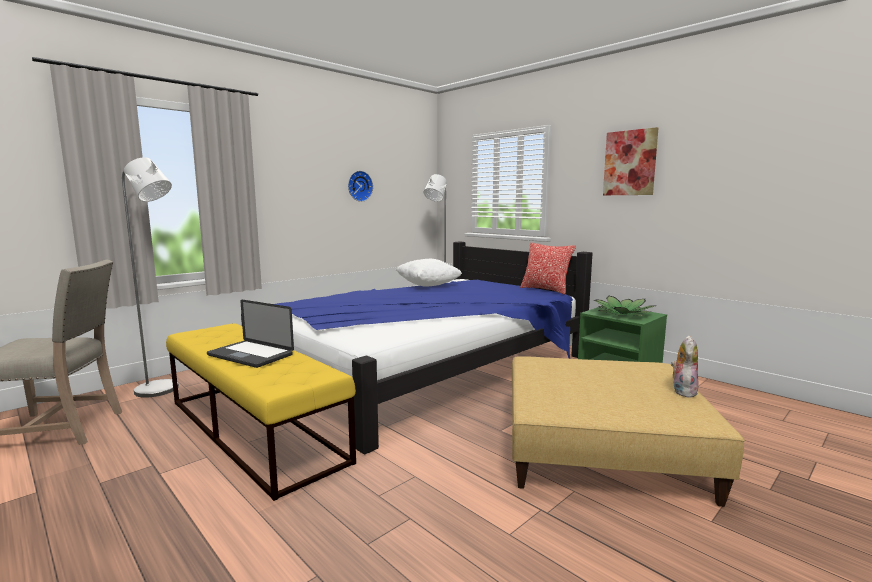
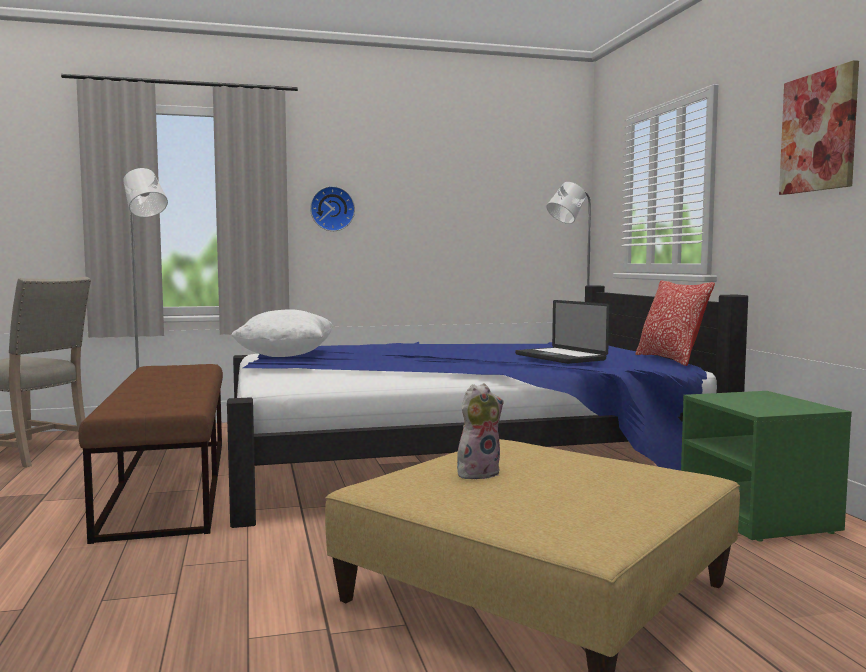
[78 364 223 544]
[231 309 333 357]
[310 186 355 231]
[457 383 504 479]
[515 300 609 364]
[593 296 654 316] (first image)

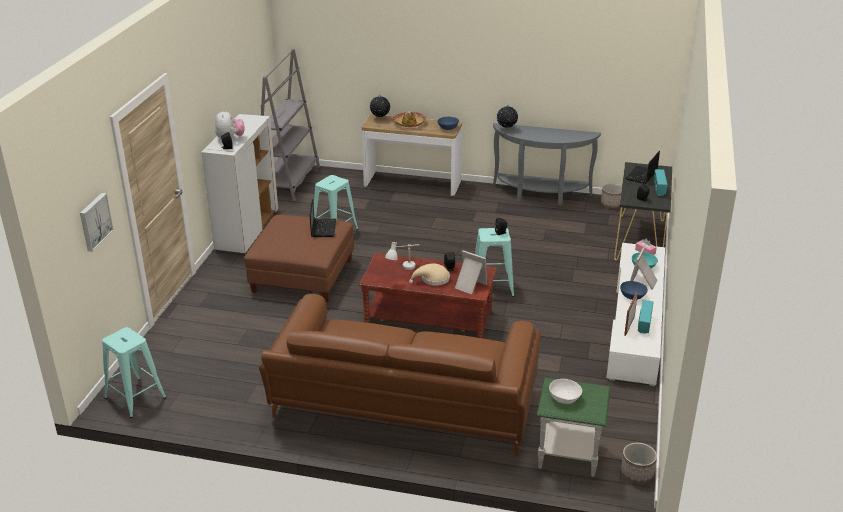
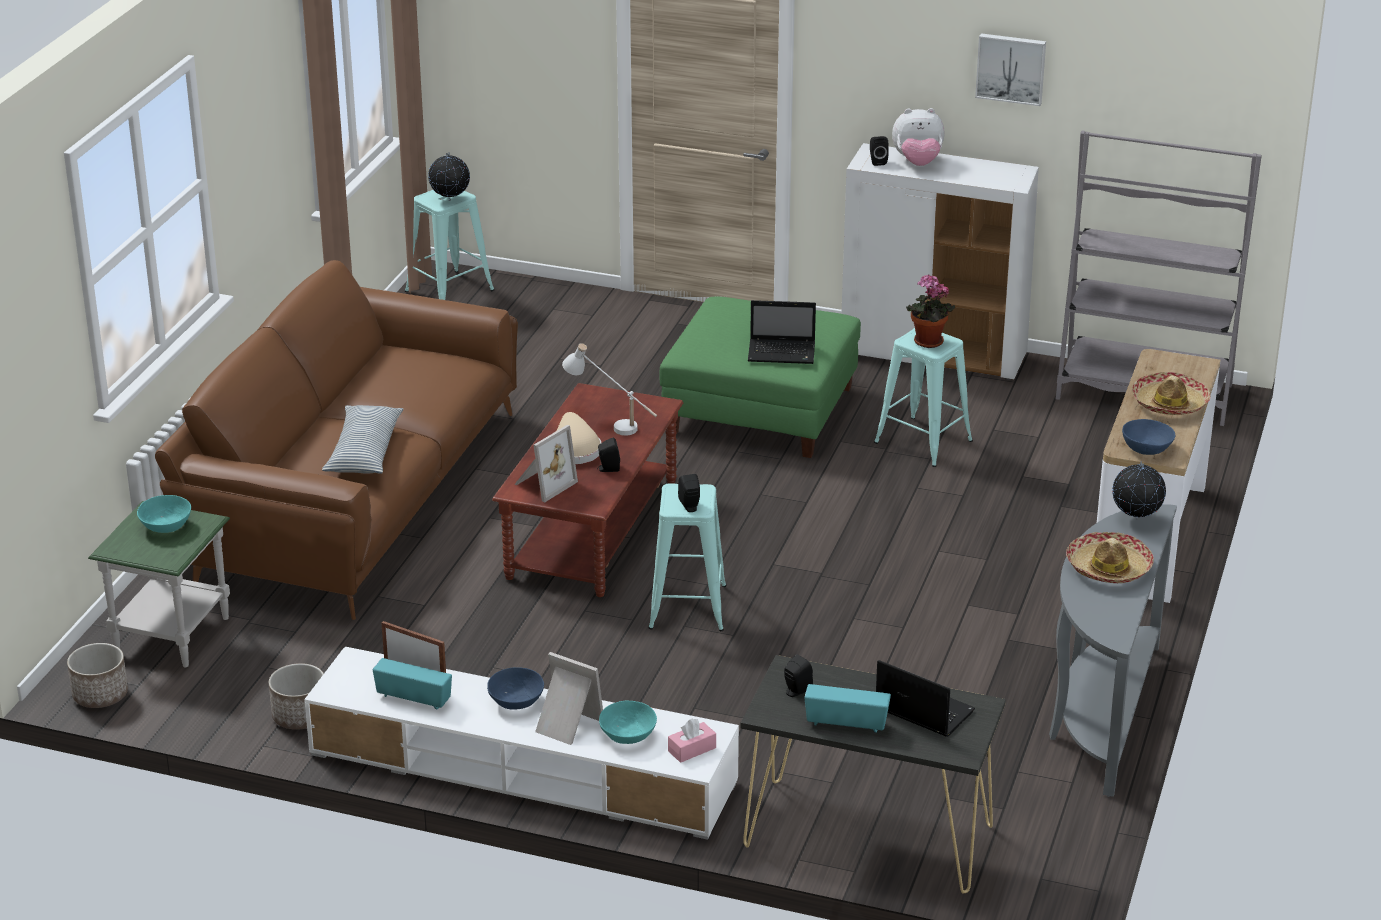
[137 495 191 533]
[269 663 324 730]
[322 405 404 474]
[428 152 470 201]
[659 296 861 458]
[906 275 955 348]
[975 33 1046 106]
[1066 532 1154 583]

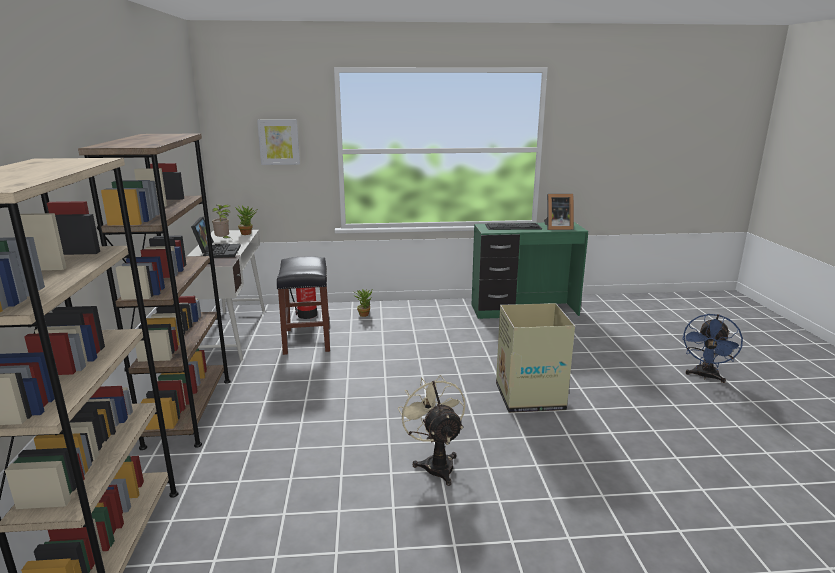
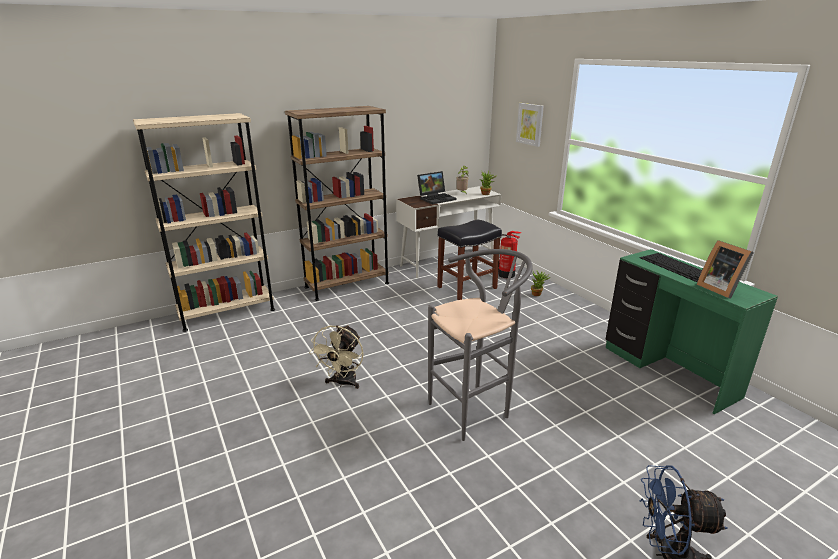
[309 325 364 389]
[428 249 533 441]

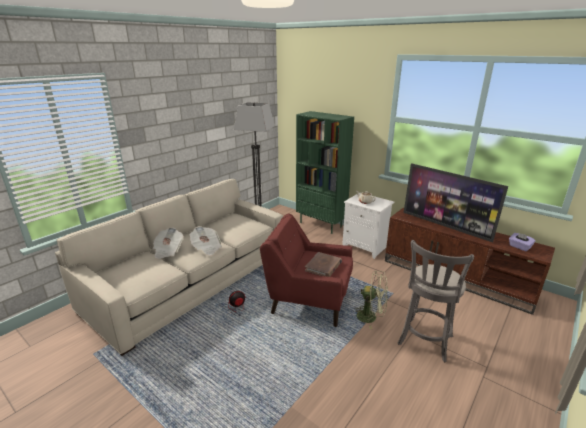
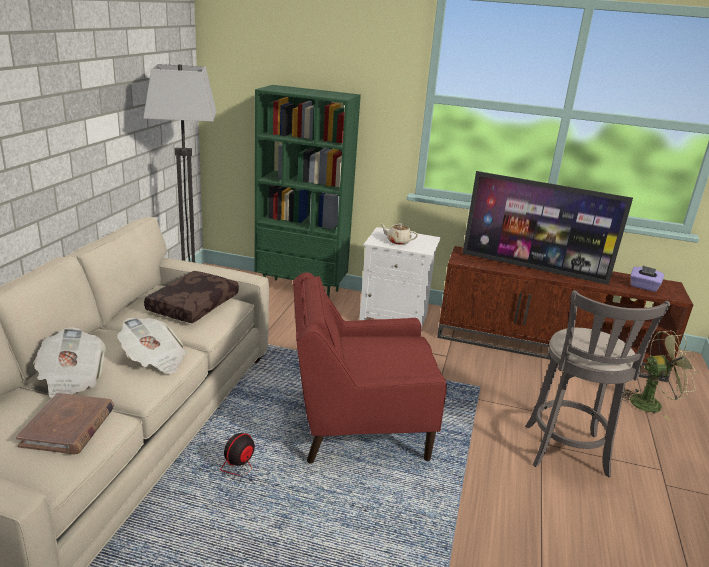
[16 393 114 454]
[144 271 239 323]
[623 331 699 420]

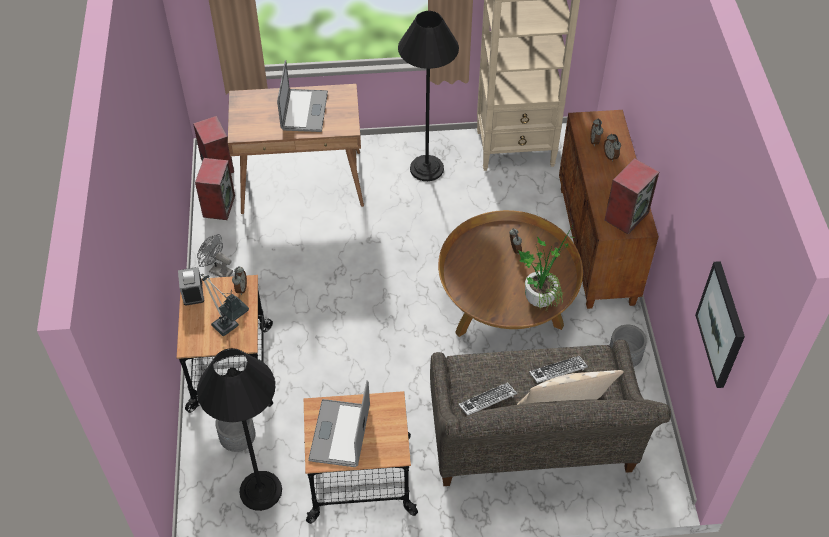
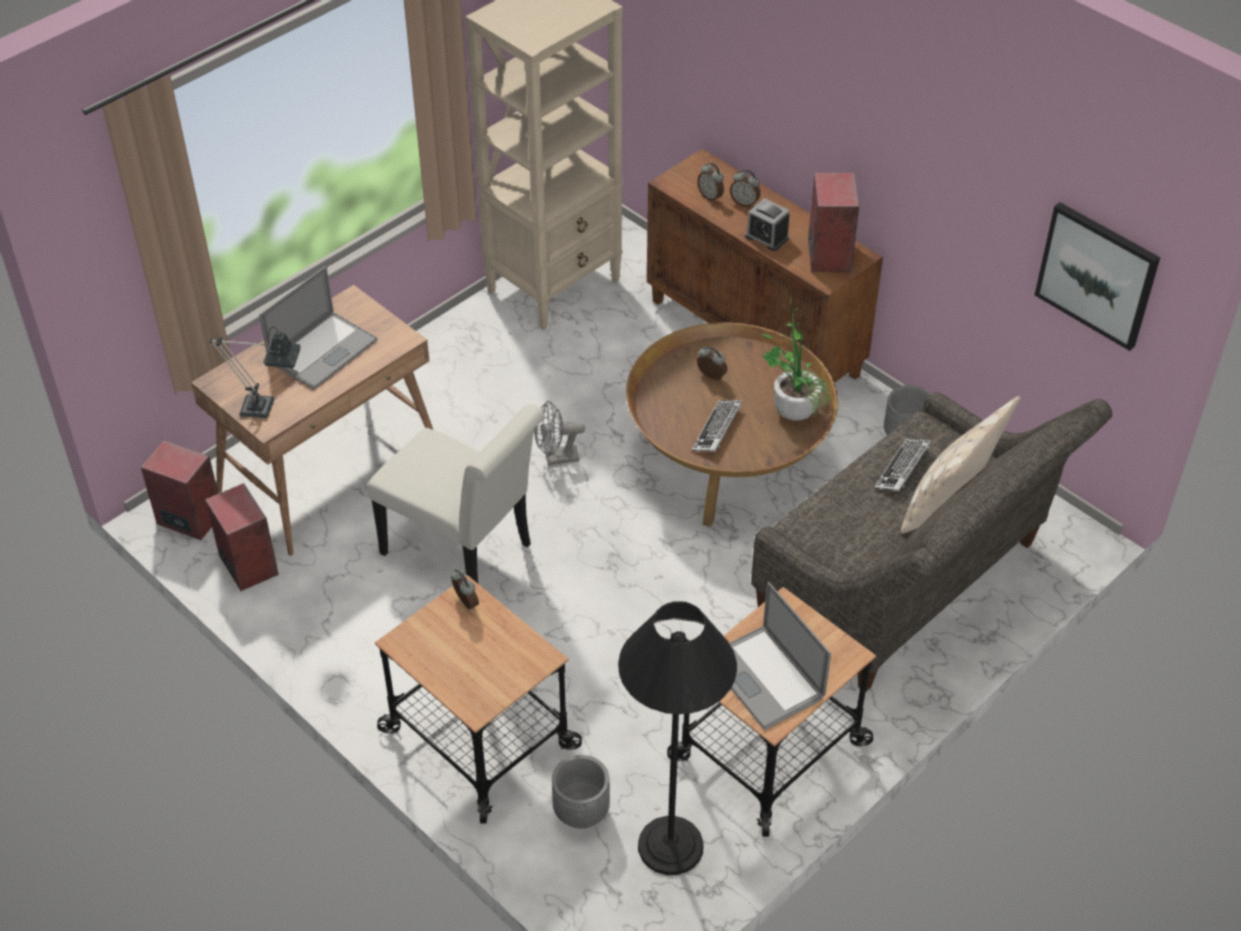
[210 327 301 418]
[259 266 378 389]
[367 404 545 583]
[534 401 585 465]
[692 400 742 451]
[745 198 790 251]
[398 11 459 181] (first image)

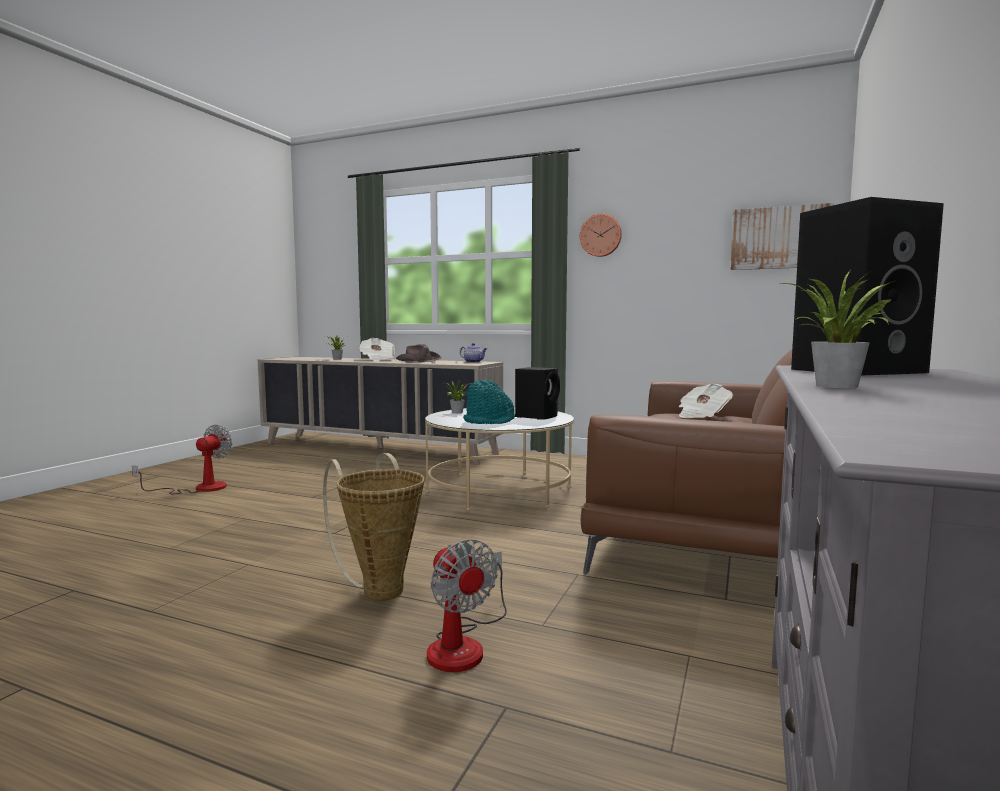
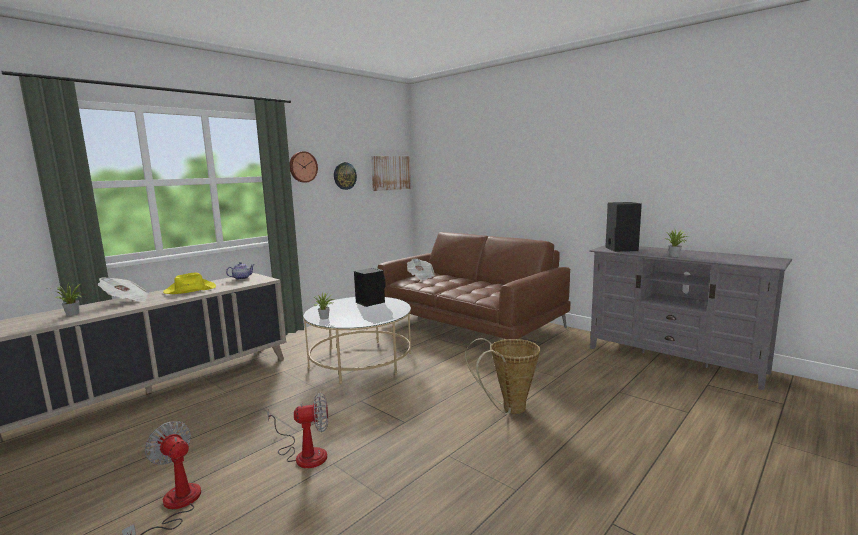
[163 272 216 294]
[267 392 328 468]
[334 162 357 190]
[463 380 515 424] (first image)

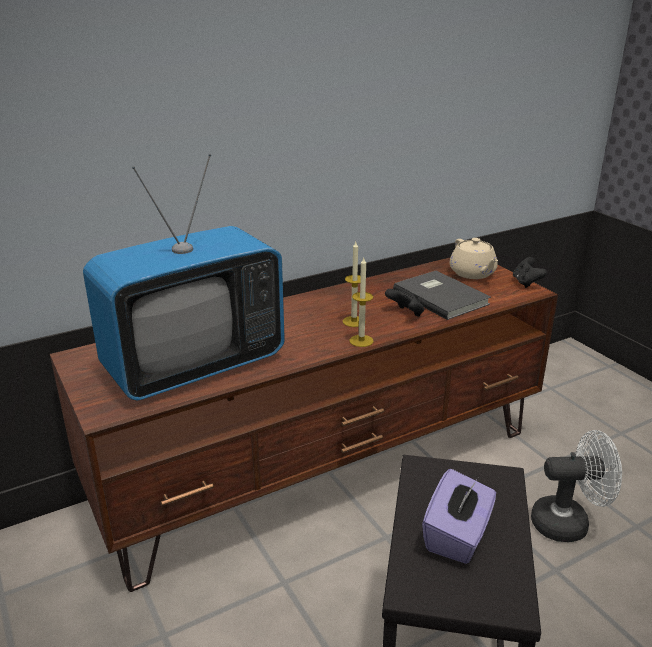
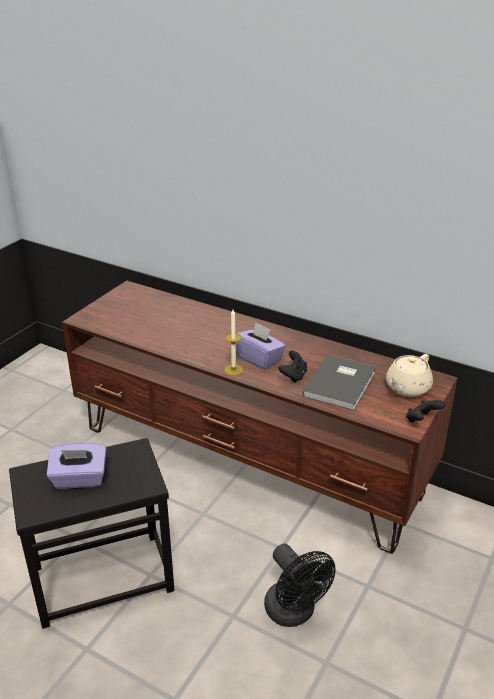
[236 322 286 370]
[264 543 336 627]
[83 154 285 401] (first image)

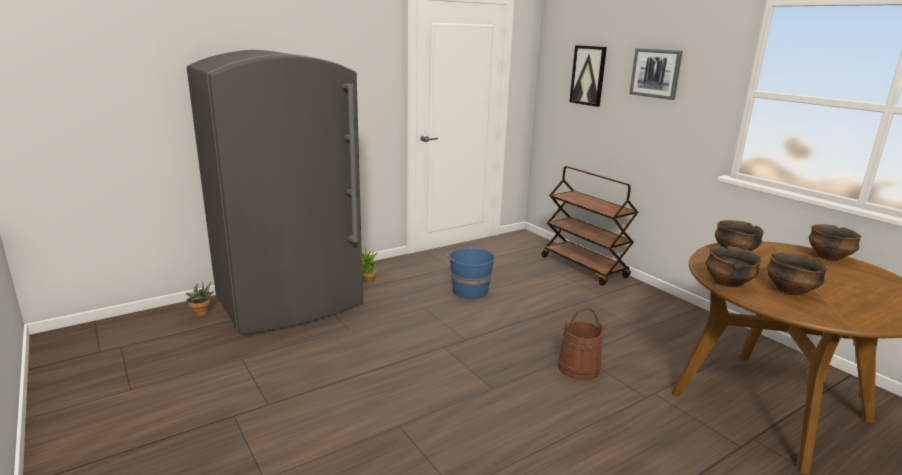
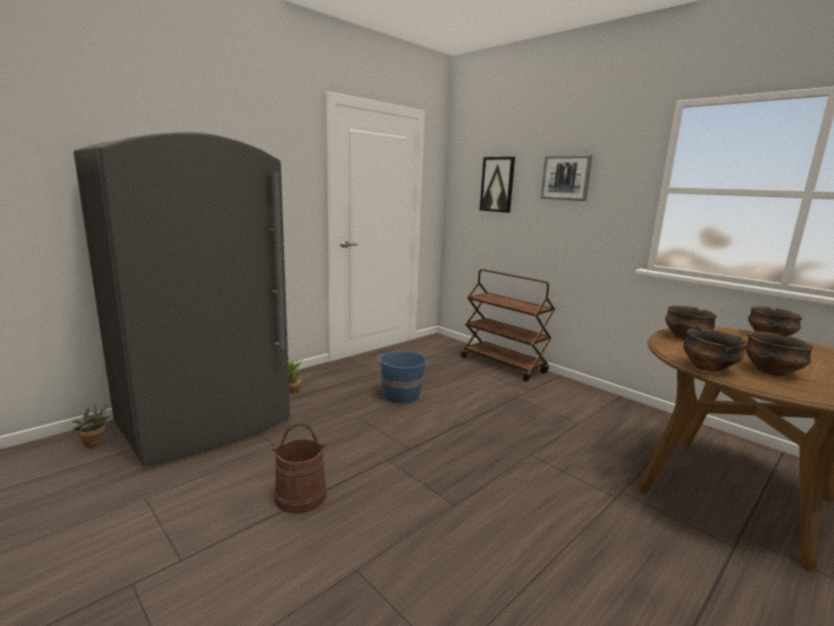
[271 423 327 514]

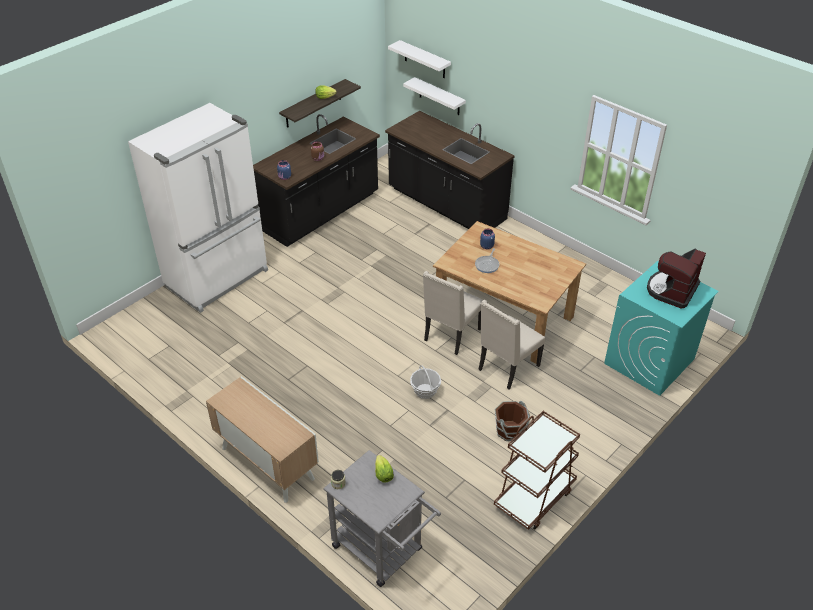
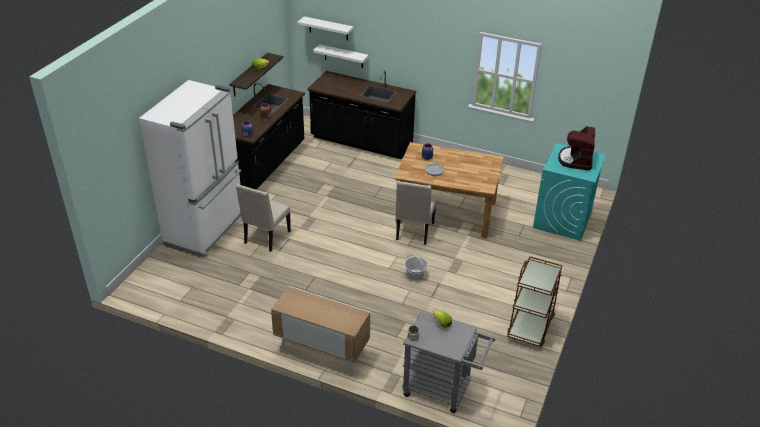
[236 183 291 252]
[494 401 530 441] (first image)

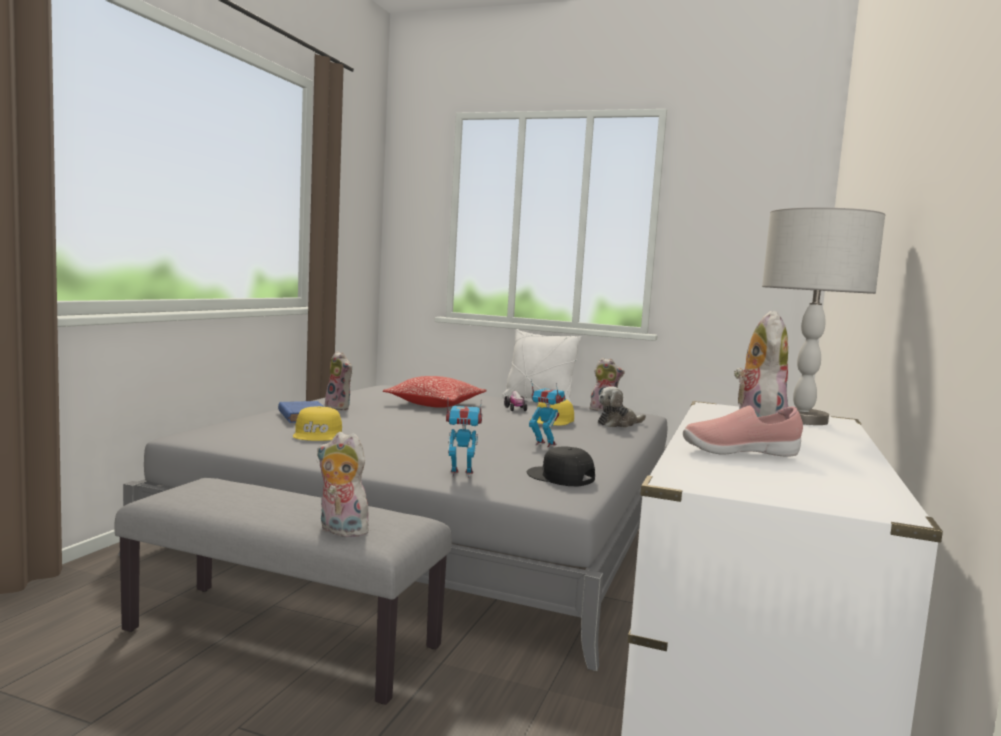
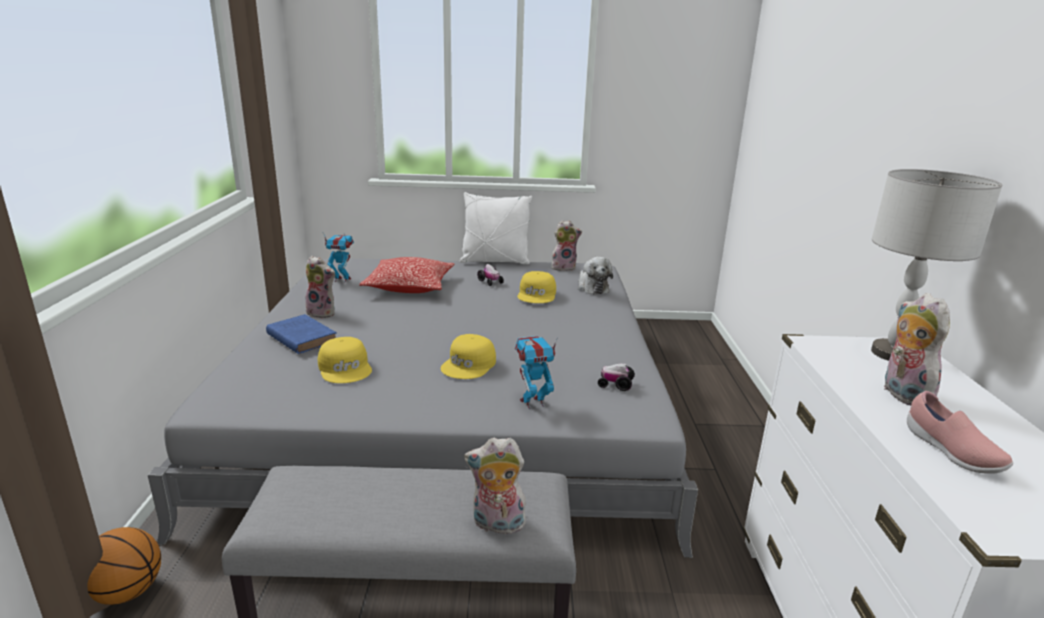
[87 527 161 605]
[323 233 354 283]
[441 334 496 379]
[578 257 613 295]
[598 364 635 391]
[907 391 1013 474]

